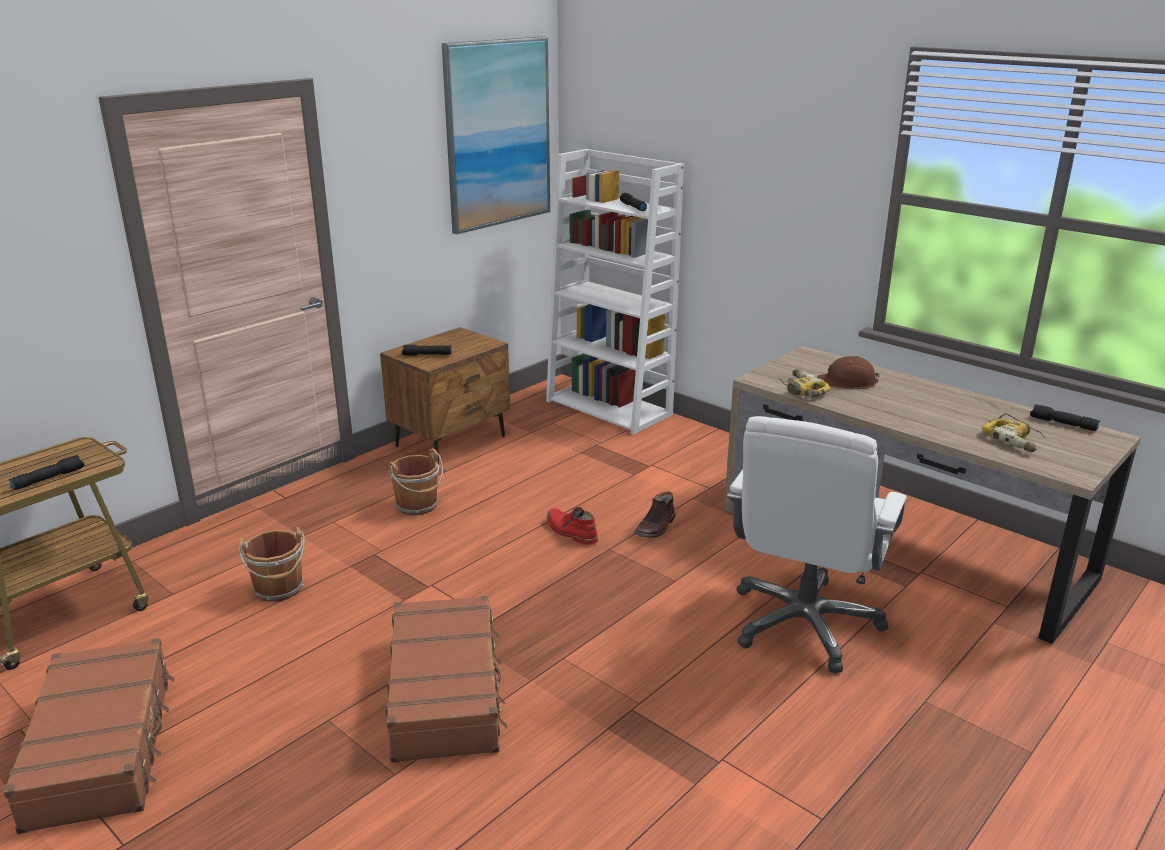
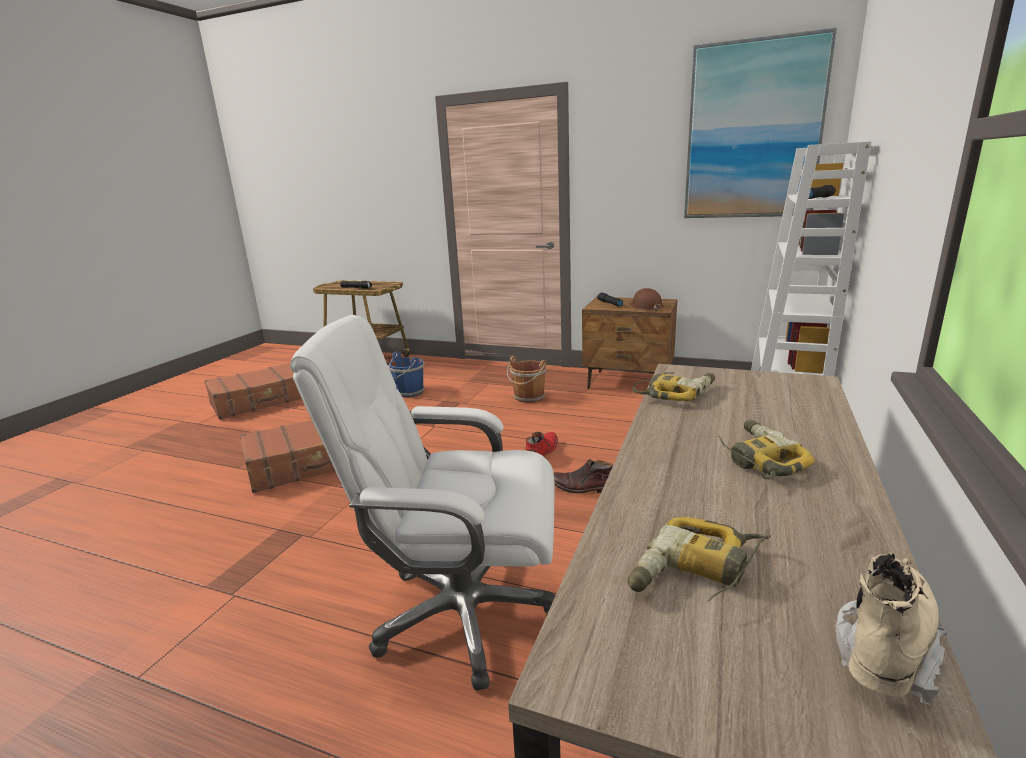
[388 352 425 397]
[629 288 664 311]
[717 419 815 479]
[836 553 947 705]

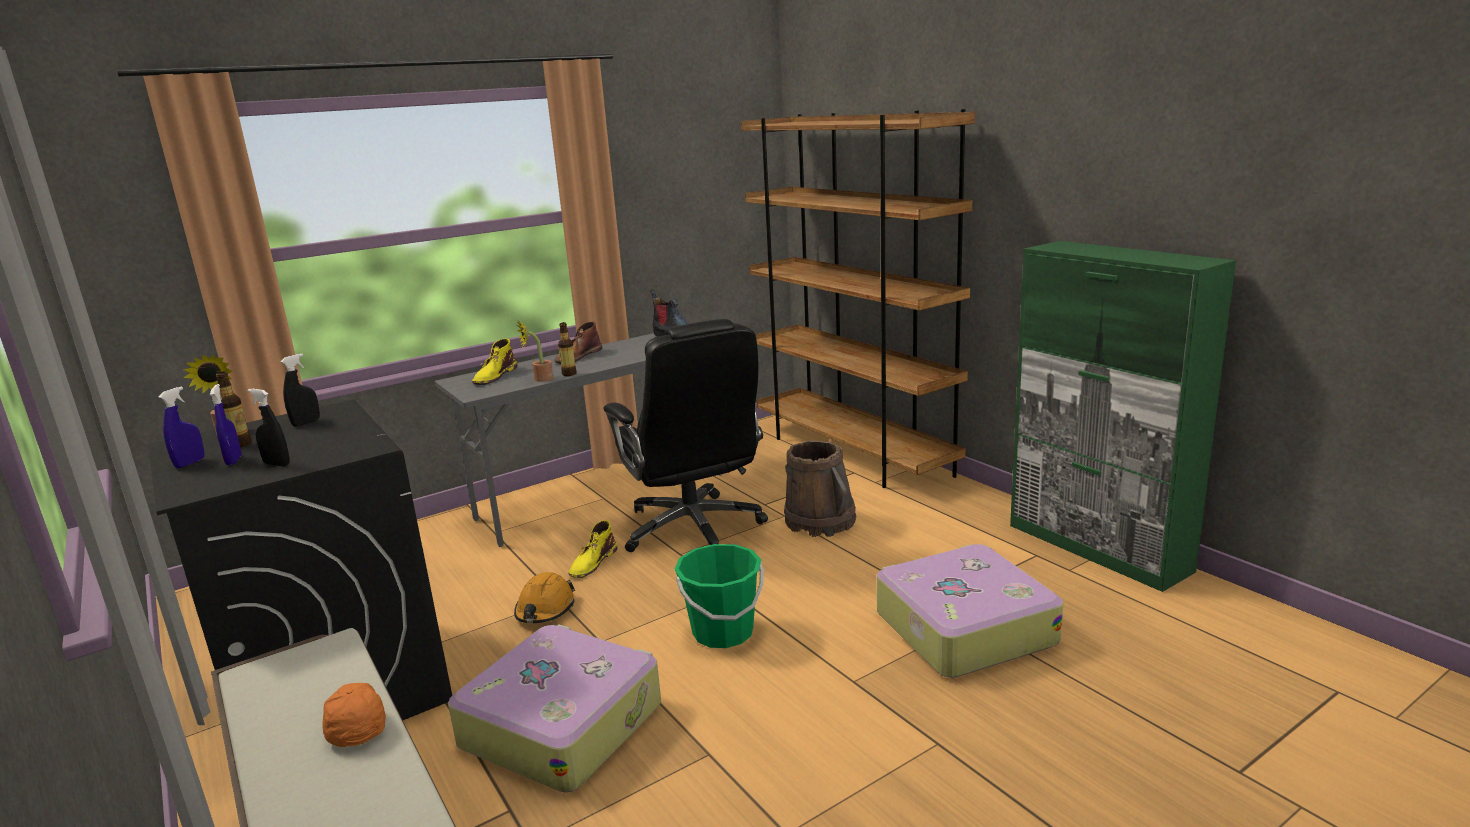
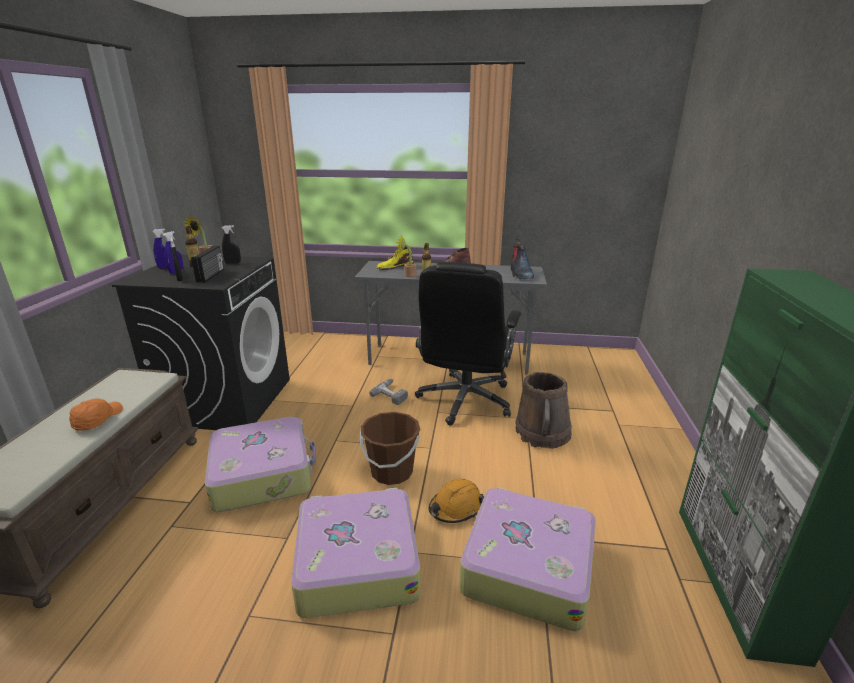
[191 246 224 283]
[291 488 420 618]
[360 412 420 485]
[369 379 408 405]
[428 479 484 523]
[741 109 975 488] (first image)

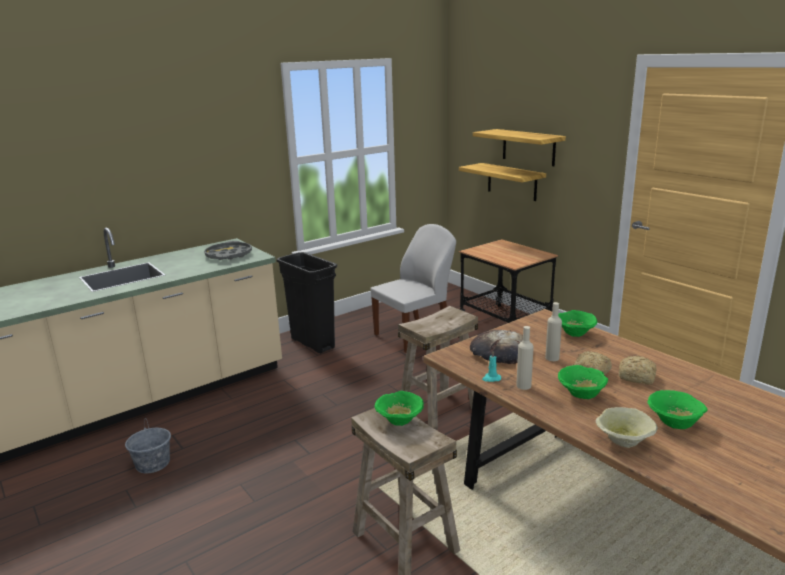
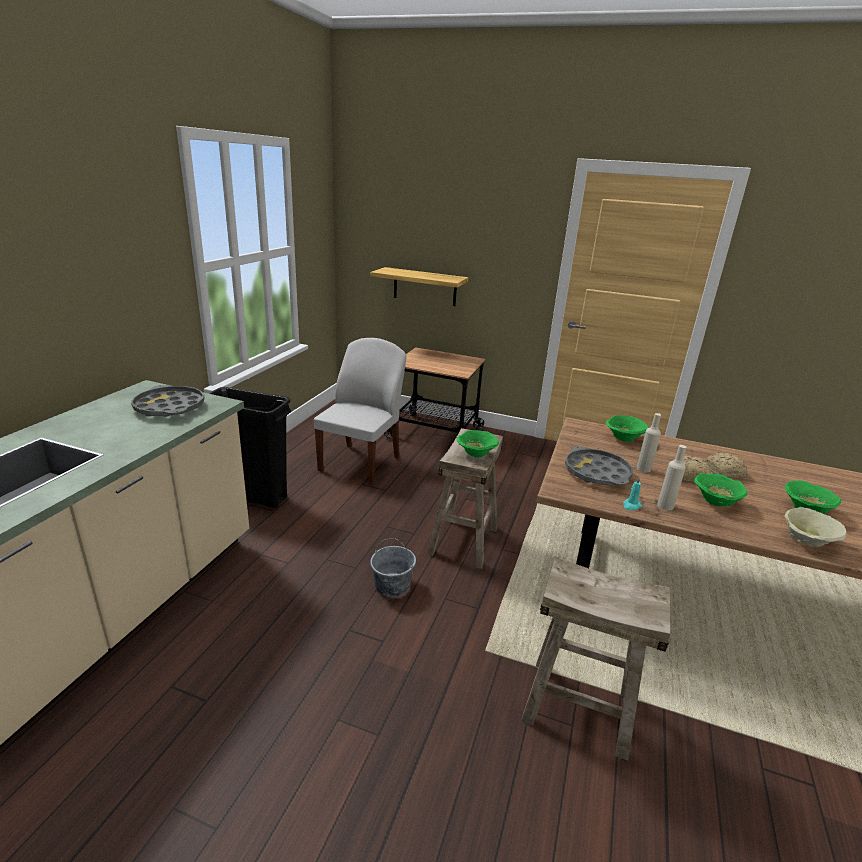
[370 538 416 597]
[457 430 499 458]
[565 446 633 486]
[473 129 566 166] (first image)

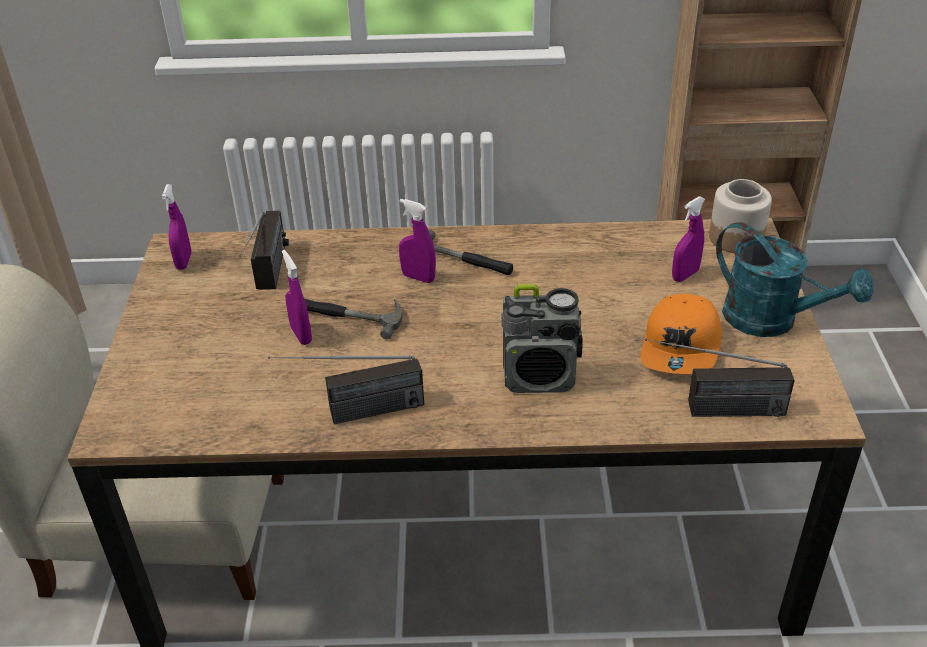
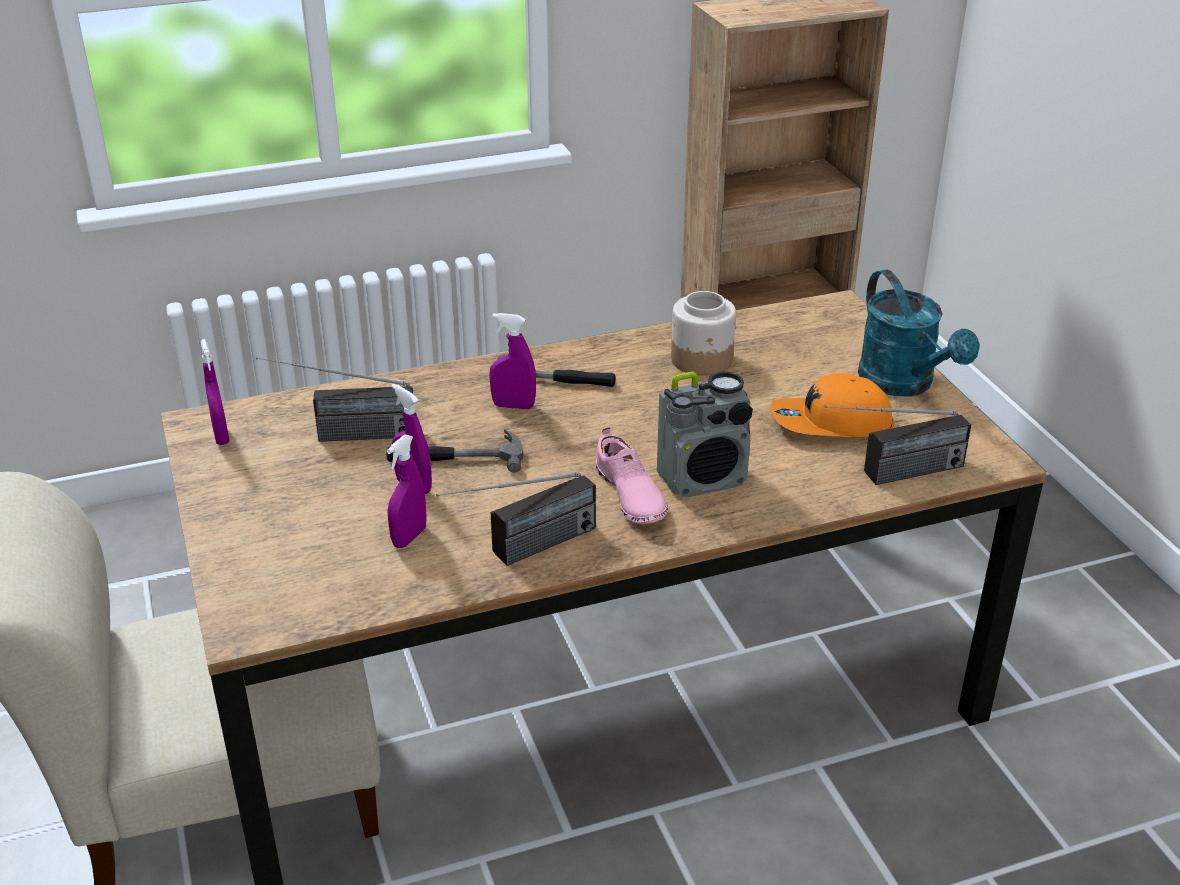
[256 357 413 442]
[387 435 427 548]
[595 427 668 524]
[671 291 736 376]
[770 373 894 437]
[858 270 979 396]

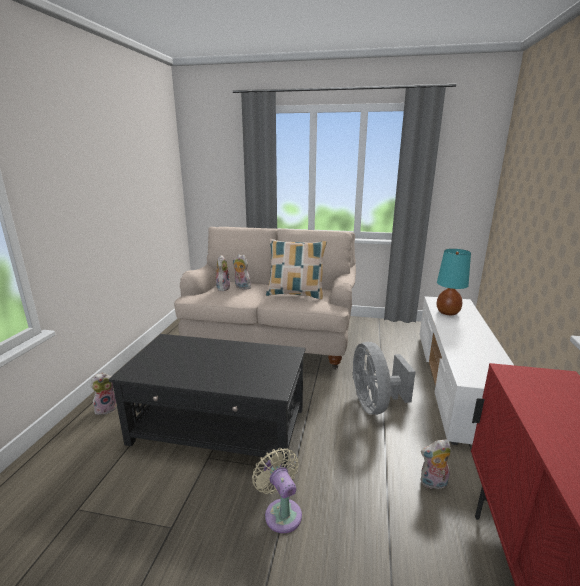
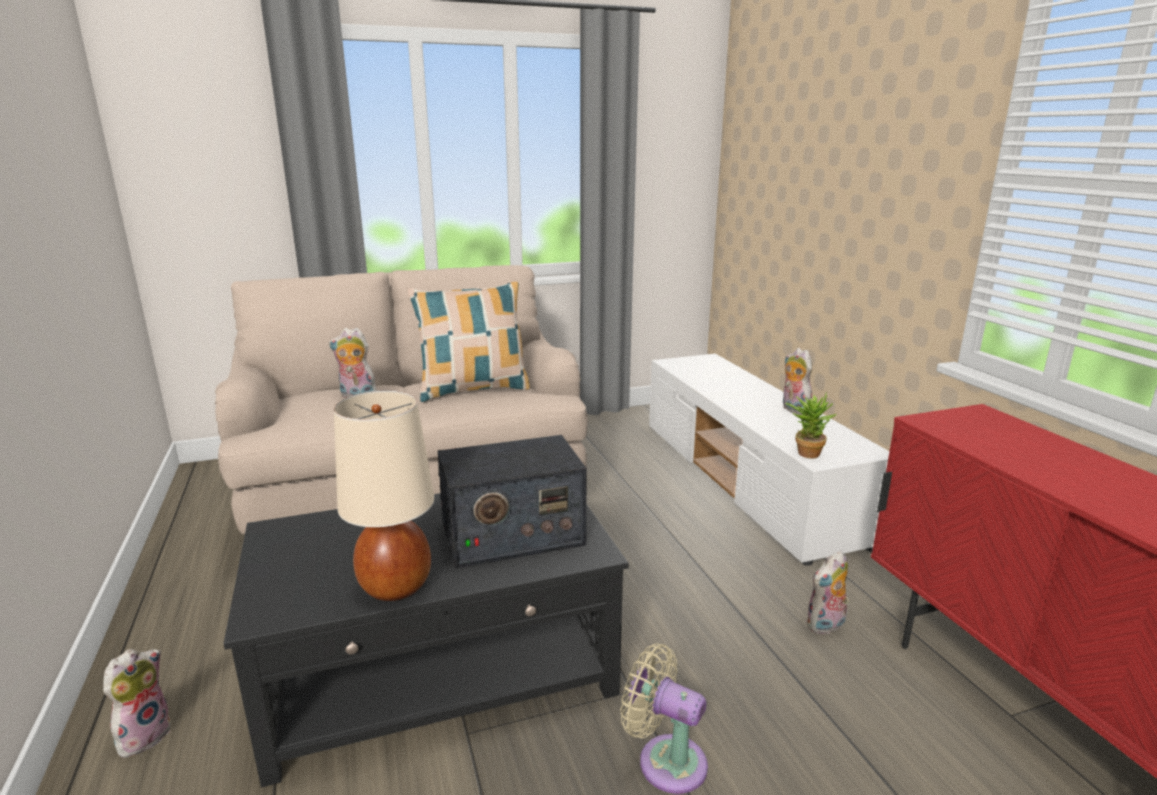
[334 391 434 601]
[438 435 586 568]
[782 348 812 415]
[785 391 836 458]
[352 342 416 415] (first image)
[437 249 471 315] (first image)

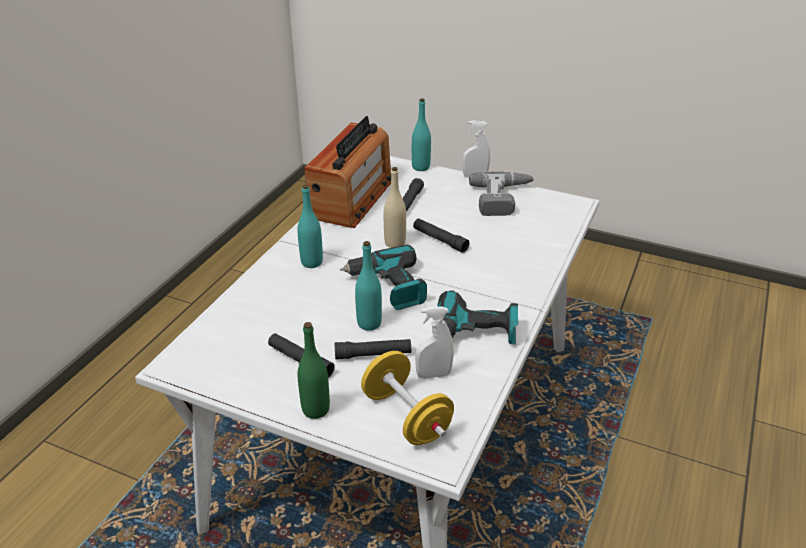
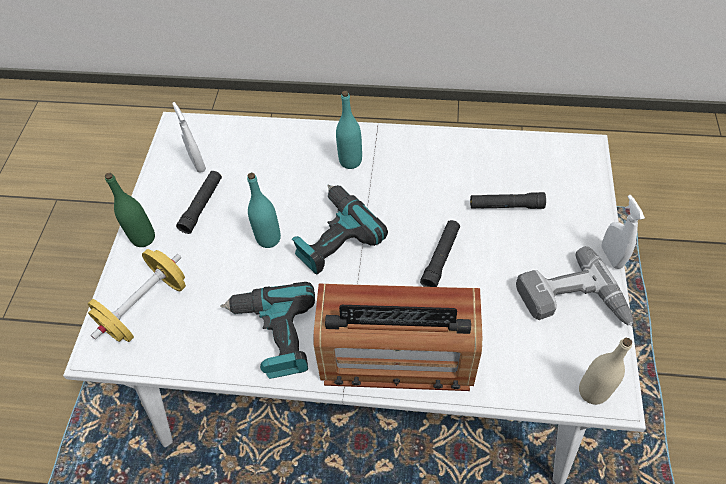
[172 102 206 173]
[314 284 482 391]
[579 338 632 405]
[334 339 411 360] (first image)
[412 98 431 171] (first image)

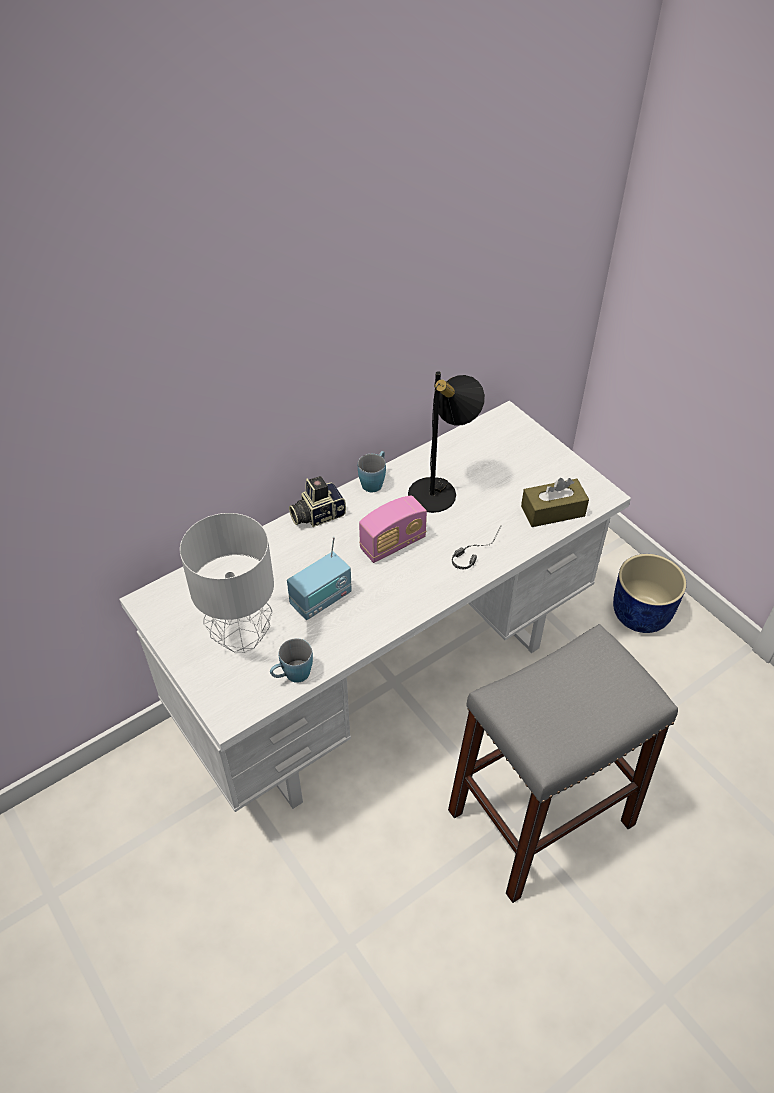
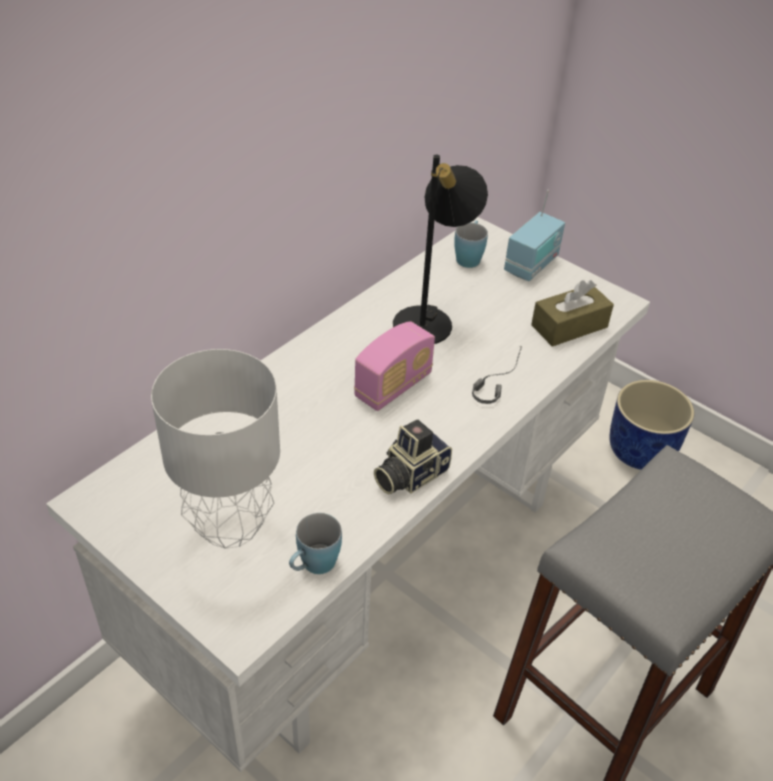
[374 420 452 494]
[454 220 488 268]
[504 190 565 281]

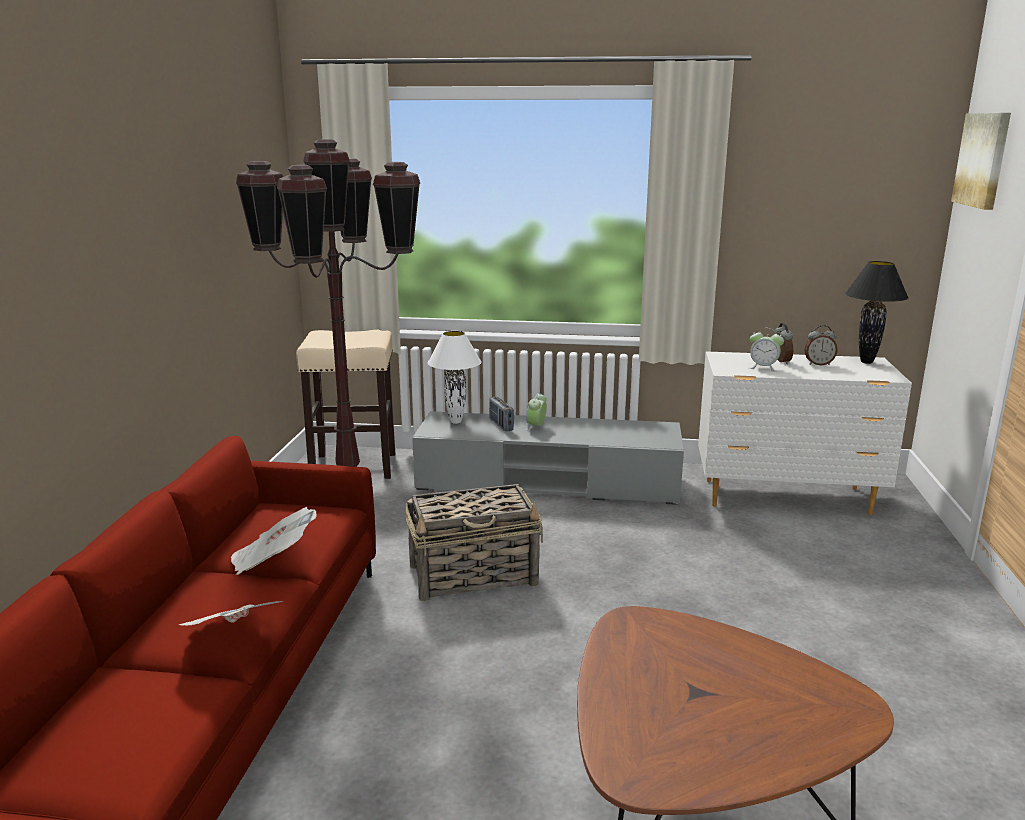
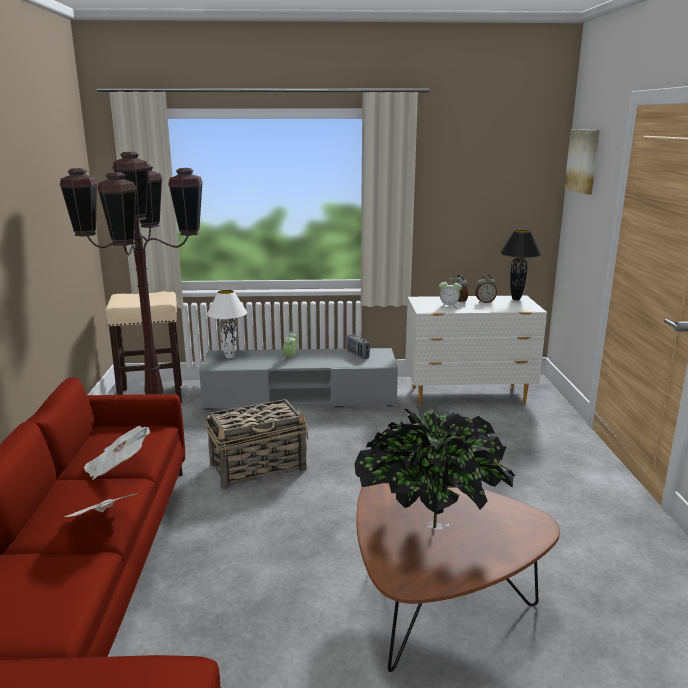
[347 334 370 359]
[354 406 515 528]

